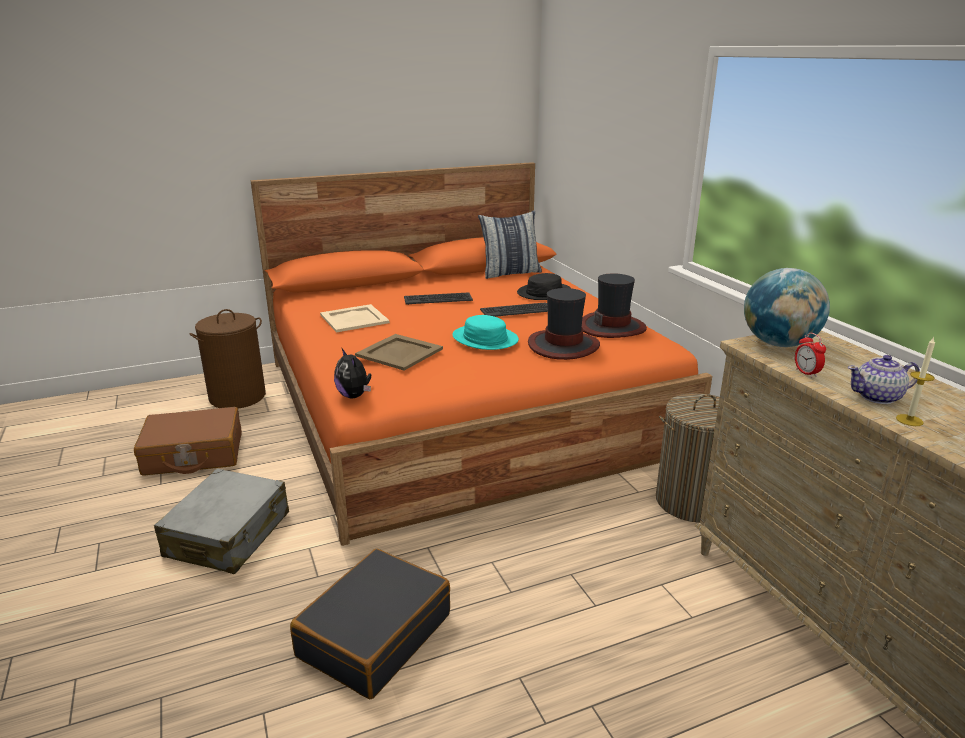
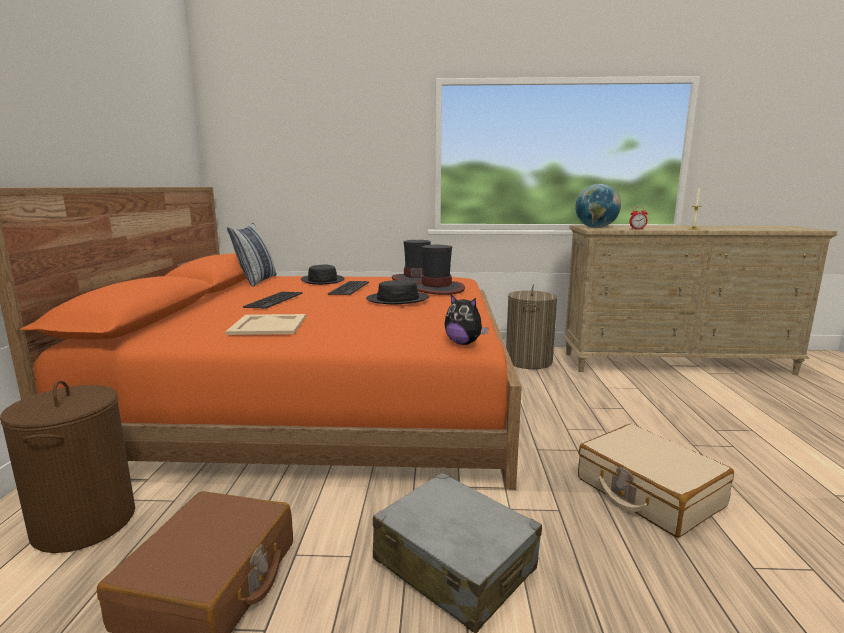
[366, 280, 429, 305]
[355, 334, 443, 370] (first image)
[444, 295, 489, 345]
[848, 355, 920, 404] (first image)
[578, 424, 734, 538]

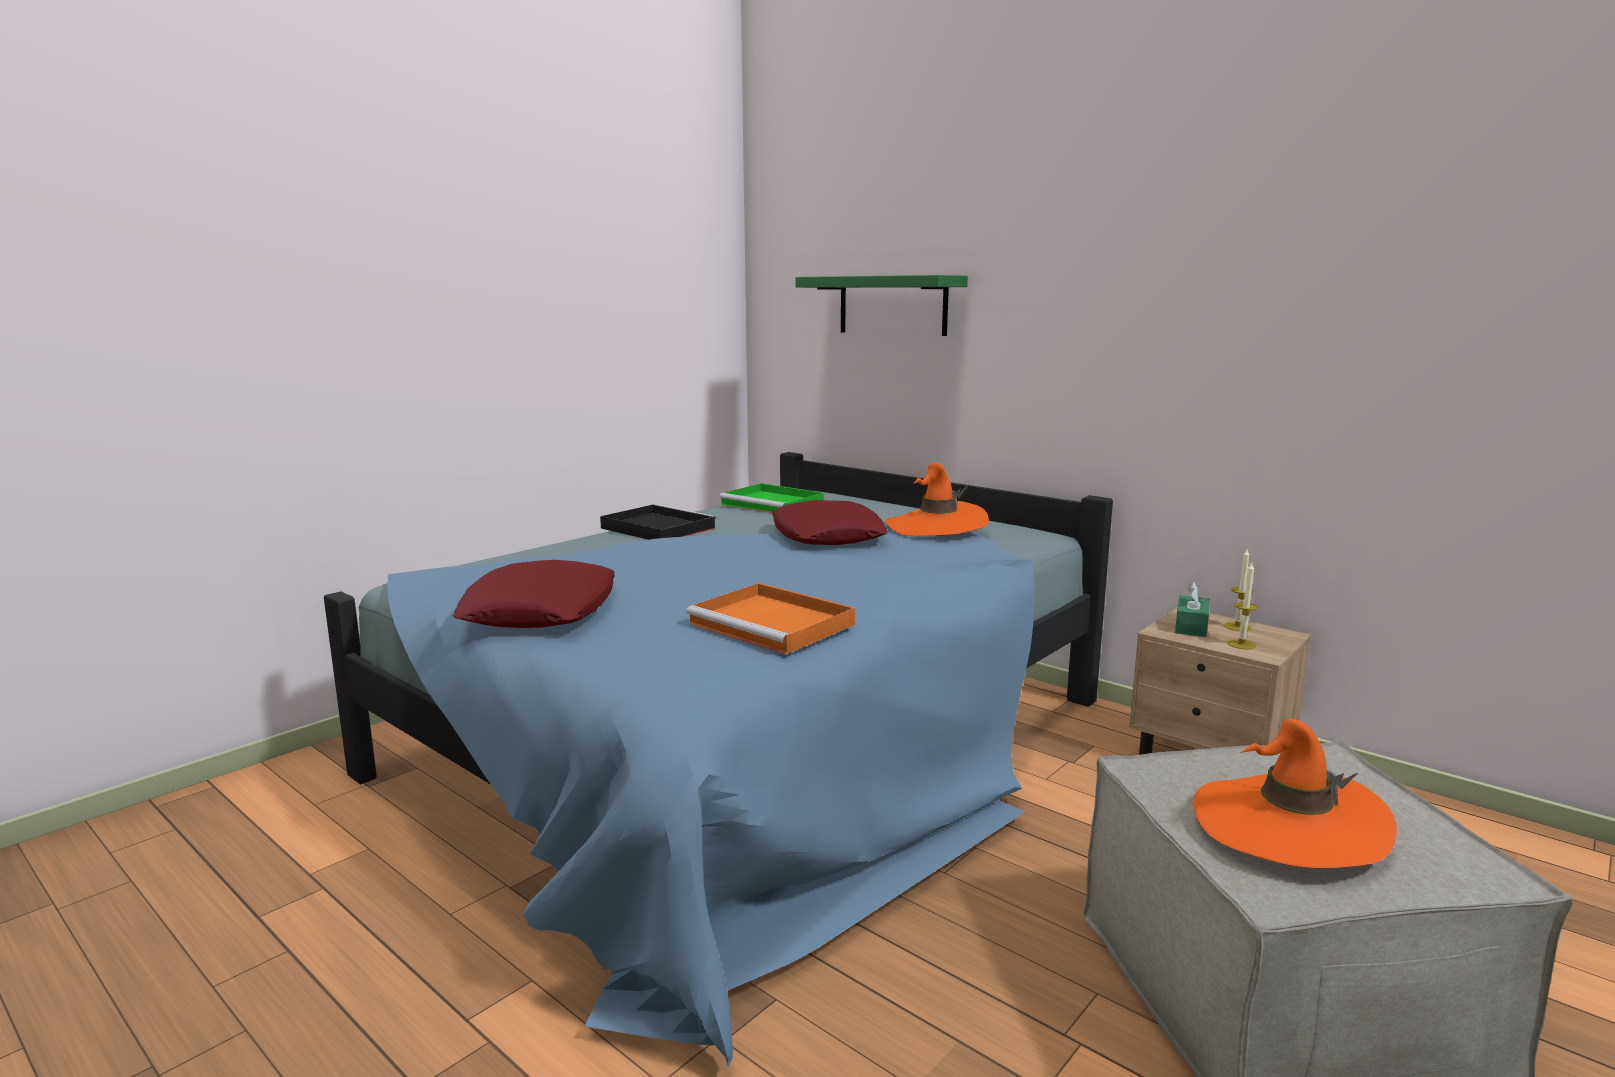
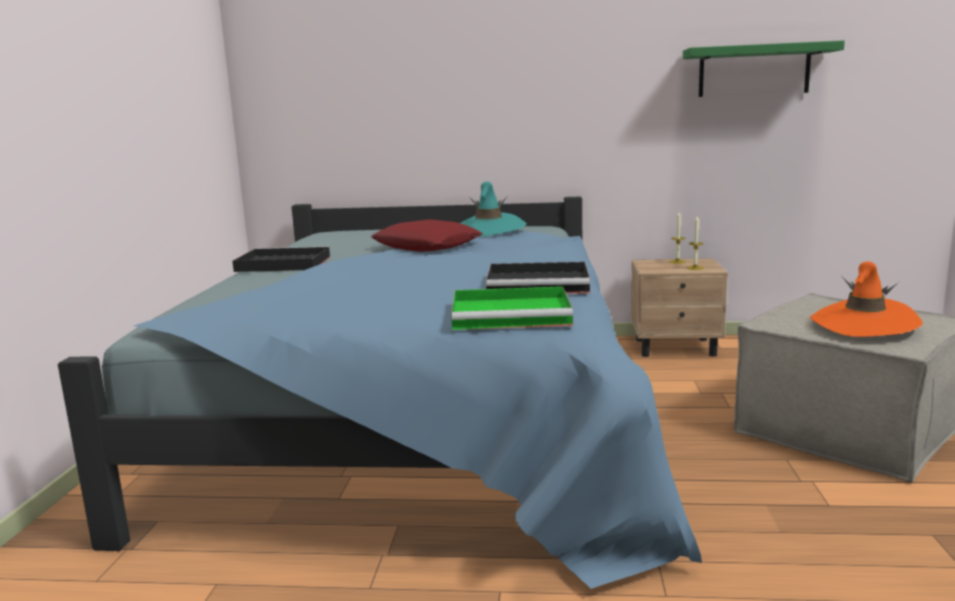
[683, 40, 845, 97]
[461, 181, 527, 236]
[451, 286, 573, 330]
[453, 560, 615, 628] (first image)
[1175, 582, 1210, 637] (first image)
[486, 262, 590, 294]

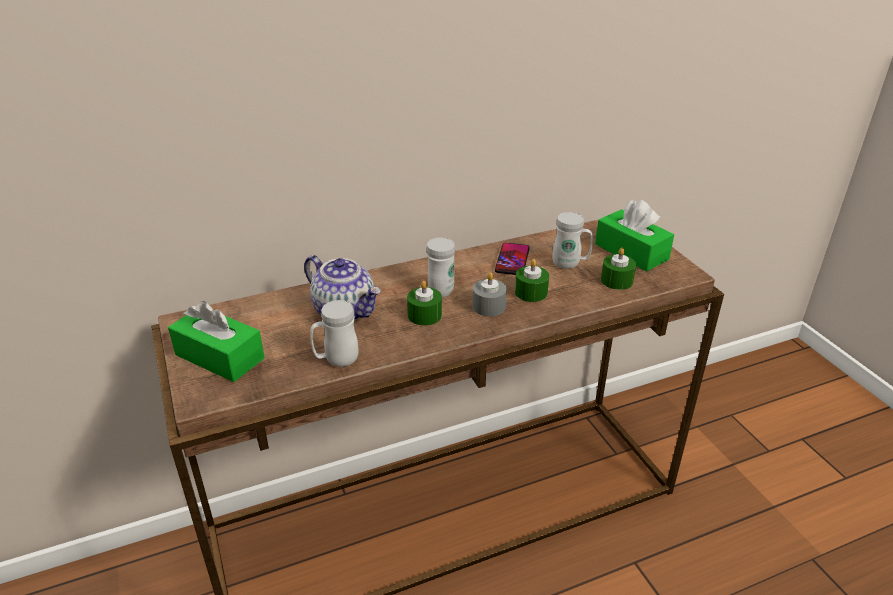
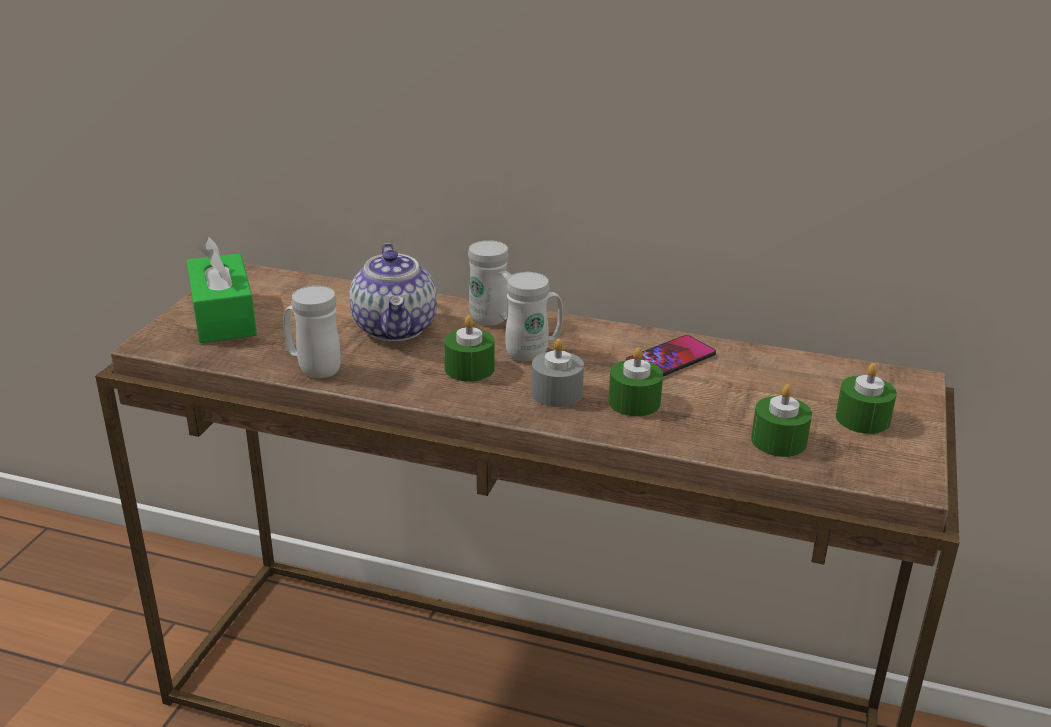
[836, 363, 897, 434]
[468, 240, 511, 326]

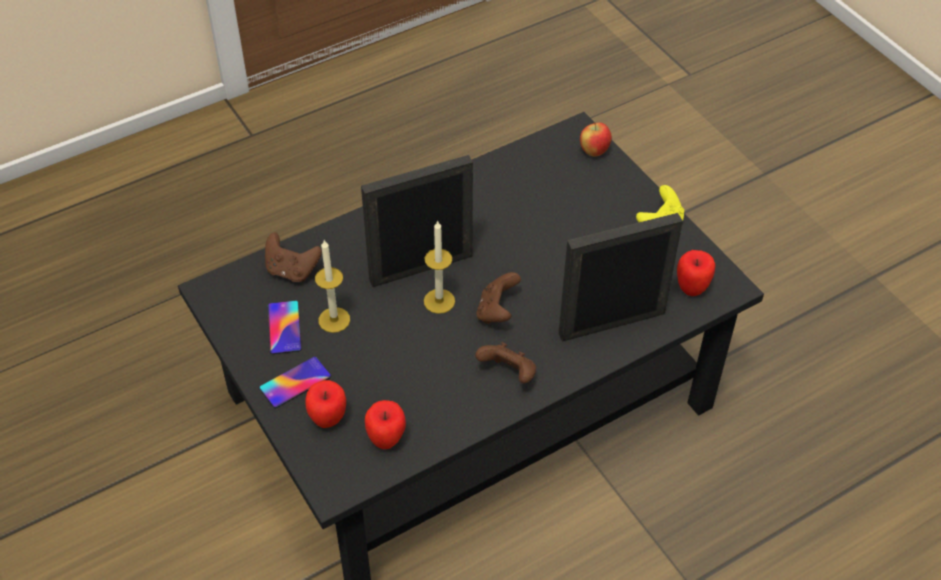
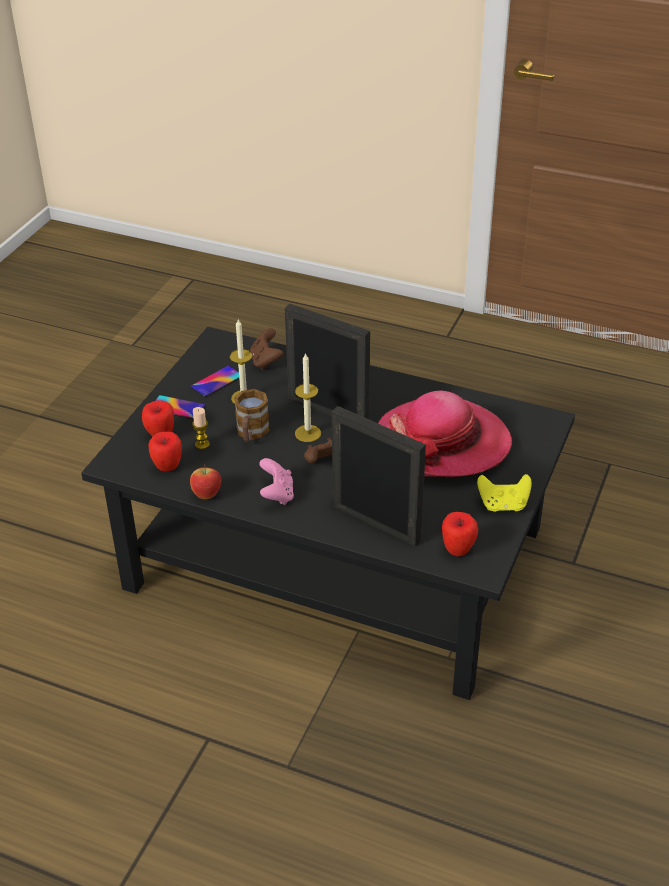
[190, 465, 221, 499]
[259, 458, 294, 505]
[234, 389, 270, 442]
[378, 391, 512, 477]
[192, 407, 210, 450]

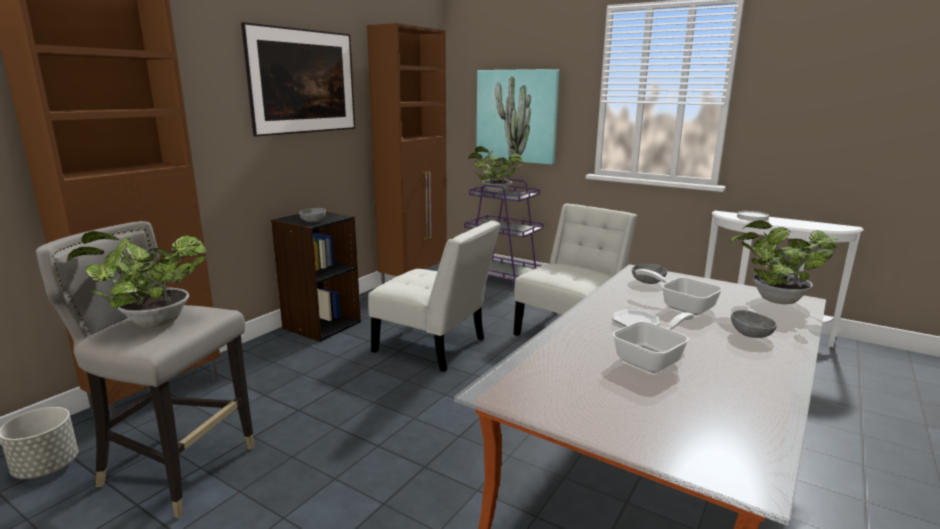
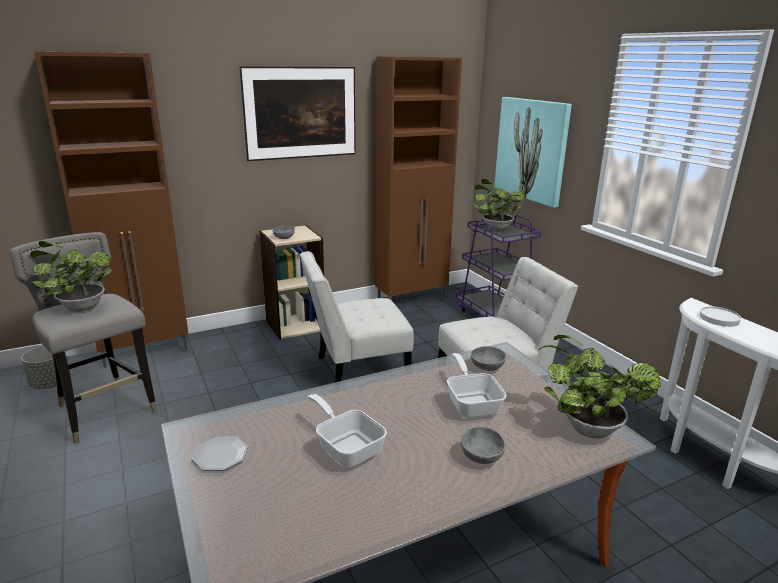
[259, 225, 324, 340]
[300, 251, 414, 383]
[192, 436, 248, 471]
[308, 394, 387, 468]

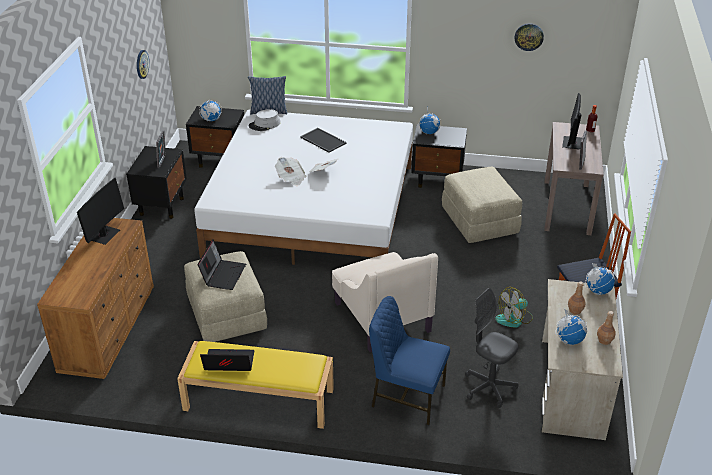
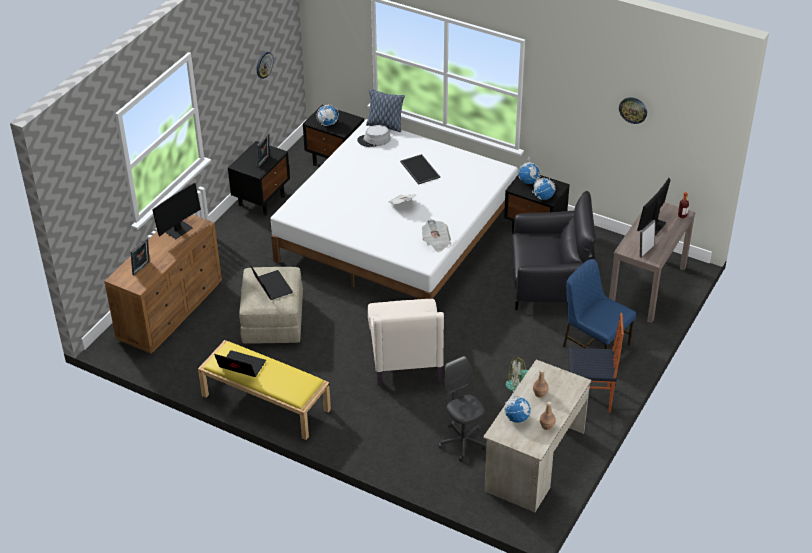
[422, 219, 451, 252]
[512, 191, 596, 310]
[249, 263, 293, 300]
[532, 174, 556, 200]
[563, 259, 636, 349]
[130, 238, 150, 275]

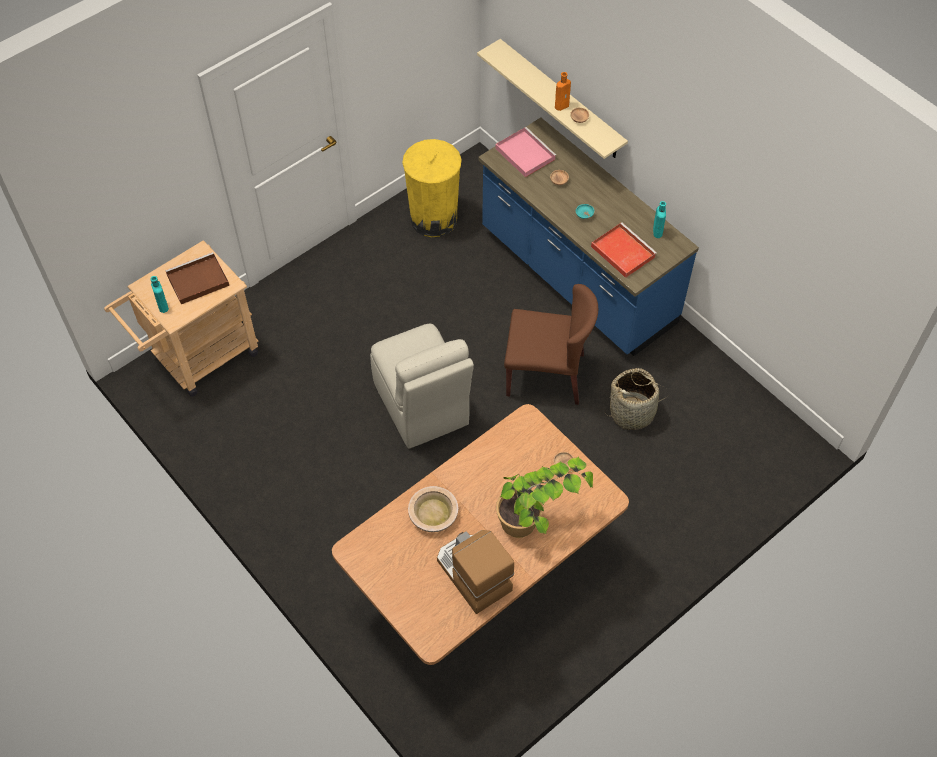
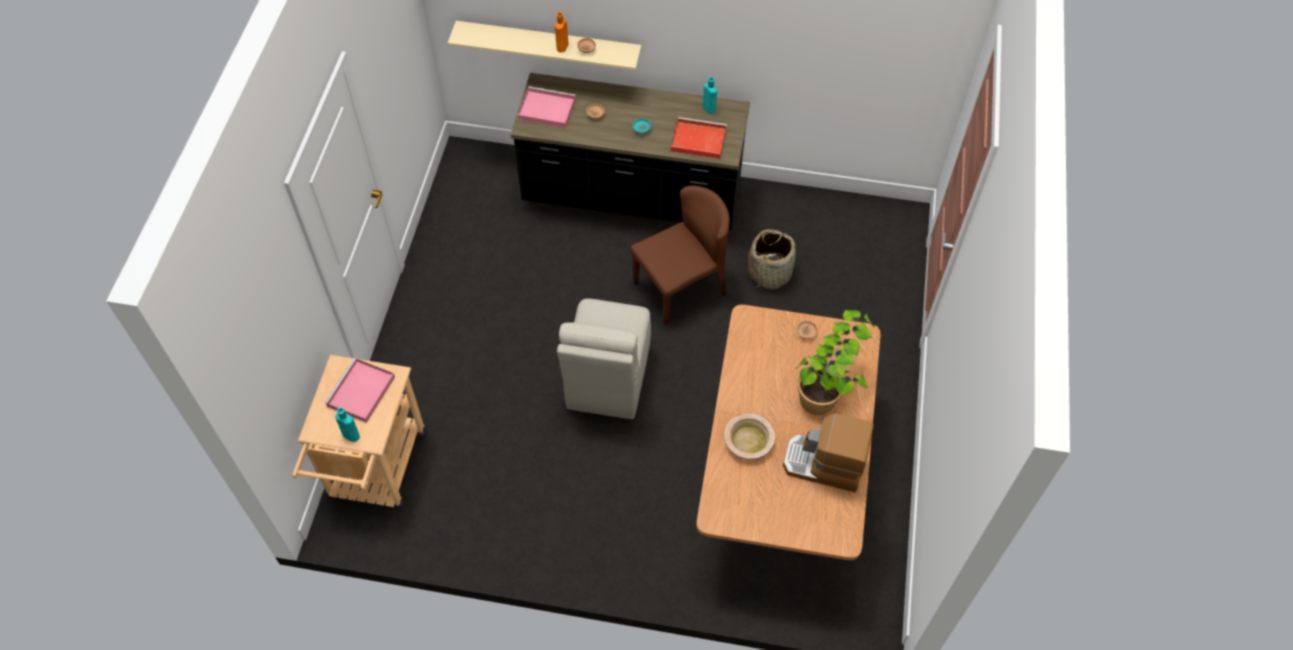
[510, 73, 750, 230]
[402, 139, 462, 237] (first image)
[324, 358, 395, 423]
[557, 298, 651, 419]

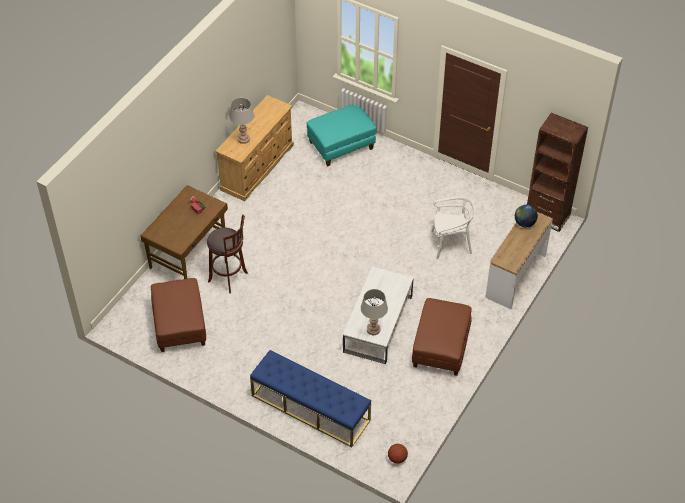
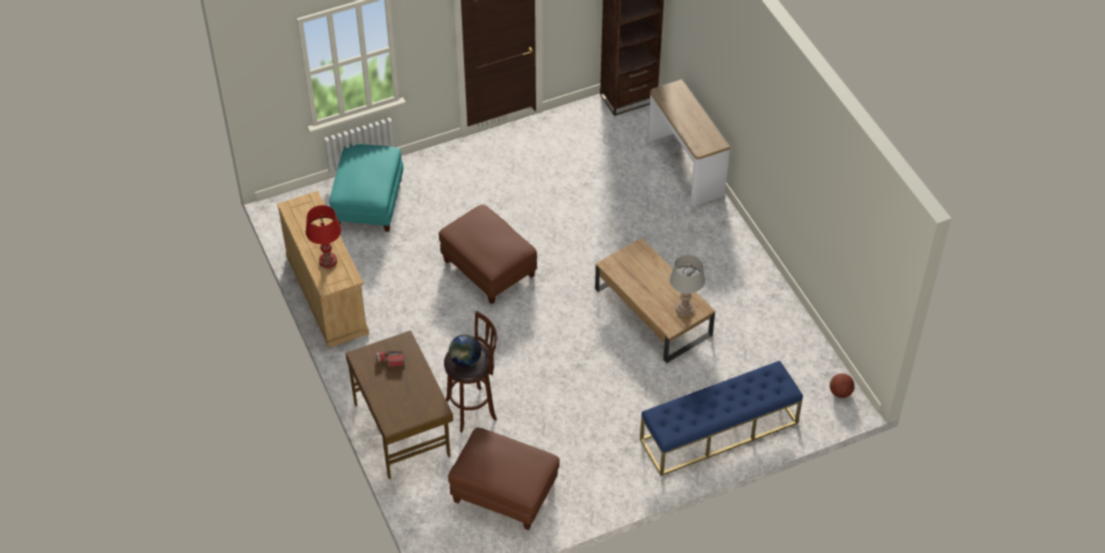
[306, 205, 341, 268]
[431, 197, 475, 259] (first image)
[449, 334, 481, 367]
[595, 238, 715, 363]
[439, 205, 537, 304]

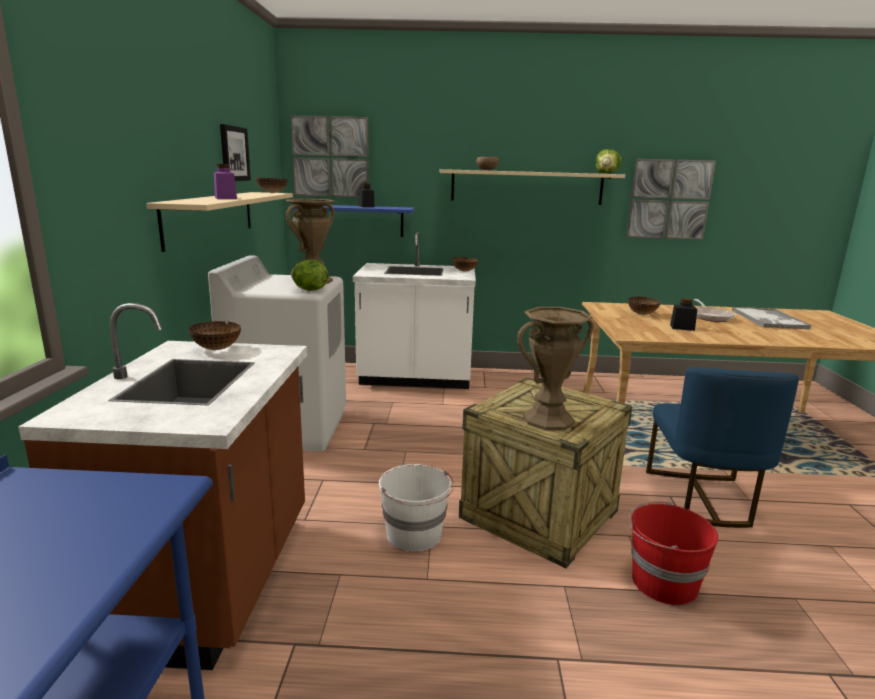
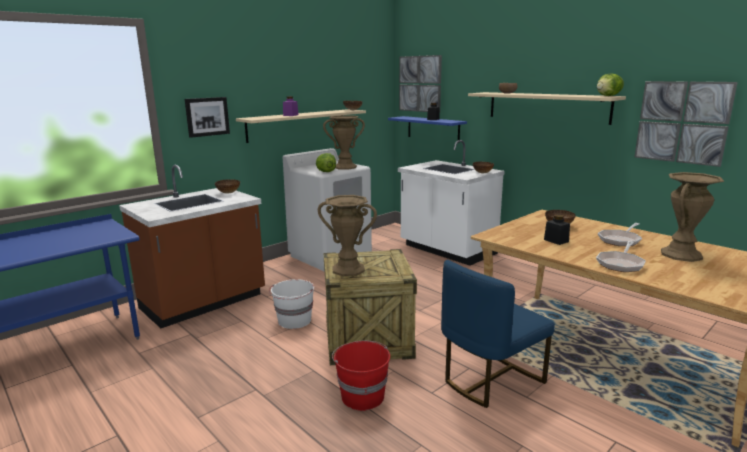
[185, 97, 230, 138]
[661, 172, 724, 262]
[596, 241, 646, 272]

